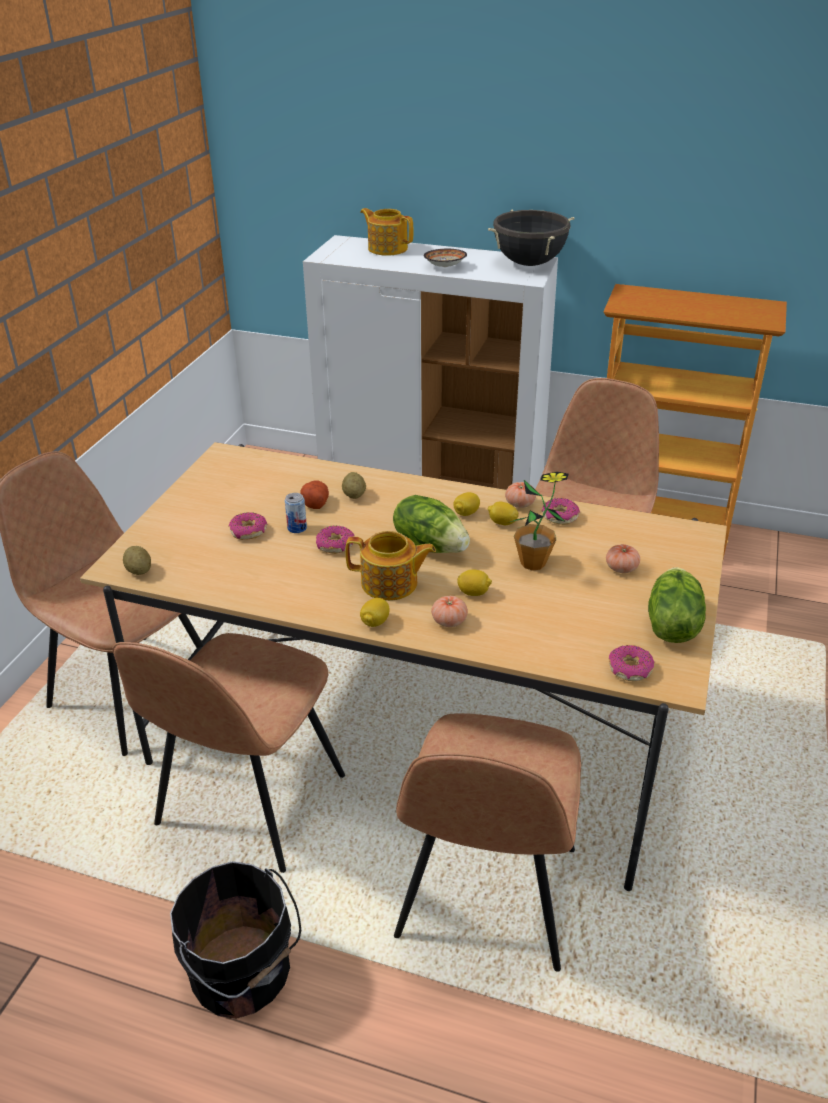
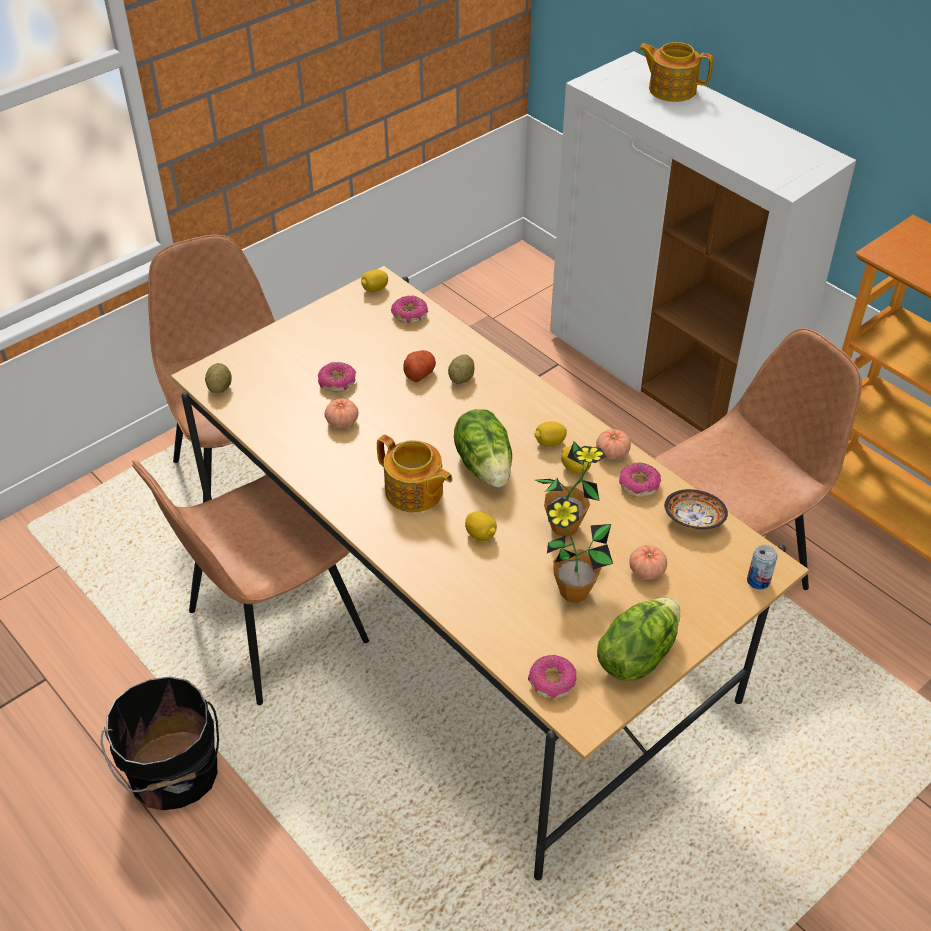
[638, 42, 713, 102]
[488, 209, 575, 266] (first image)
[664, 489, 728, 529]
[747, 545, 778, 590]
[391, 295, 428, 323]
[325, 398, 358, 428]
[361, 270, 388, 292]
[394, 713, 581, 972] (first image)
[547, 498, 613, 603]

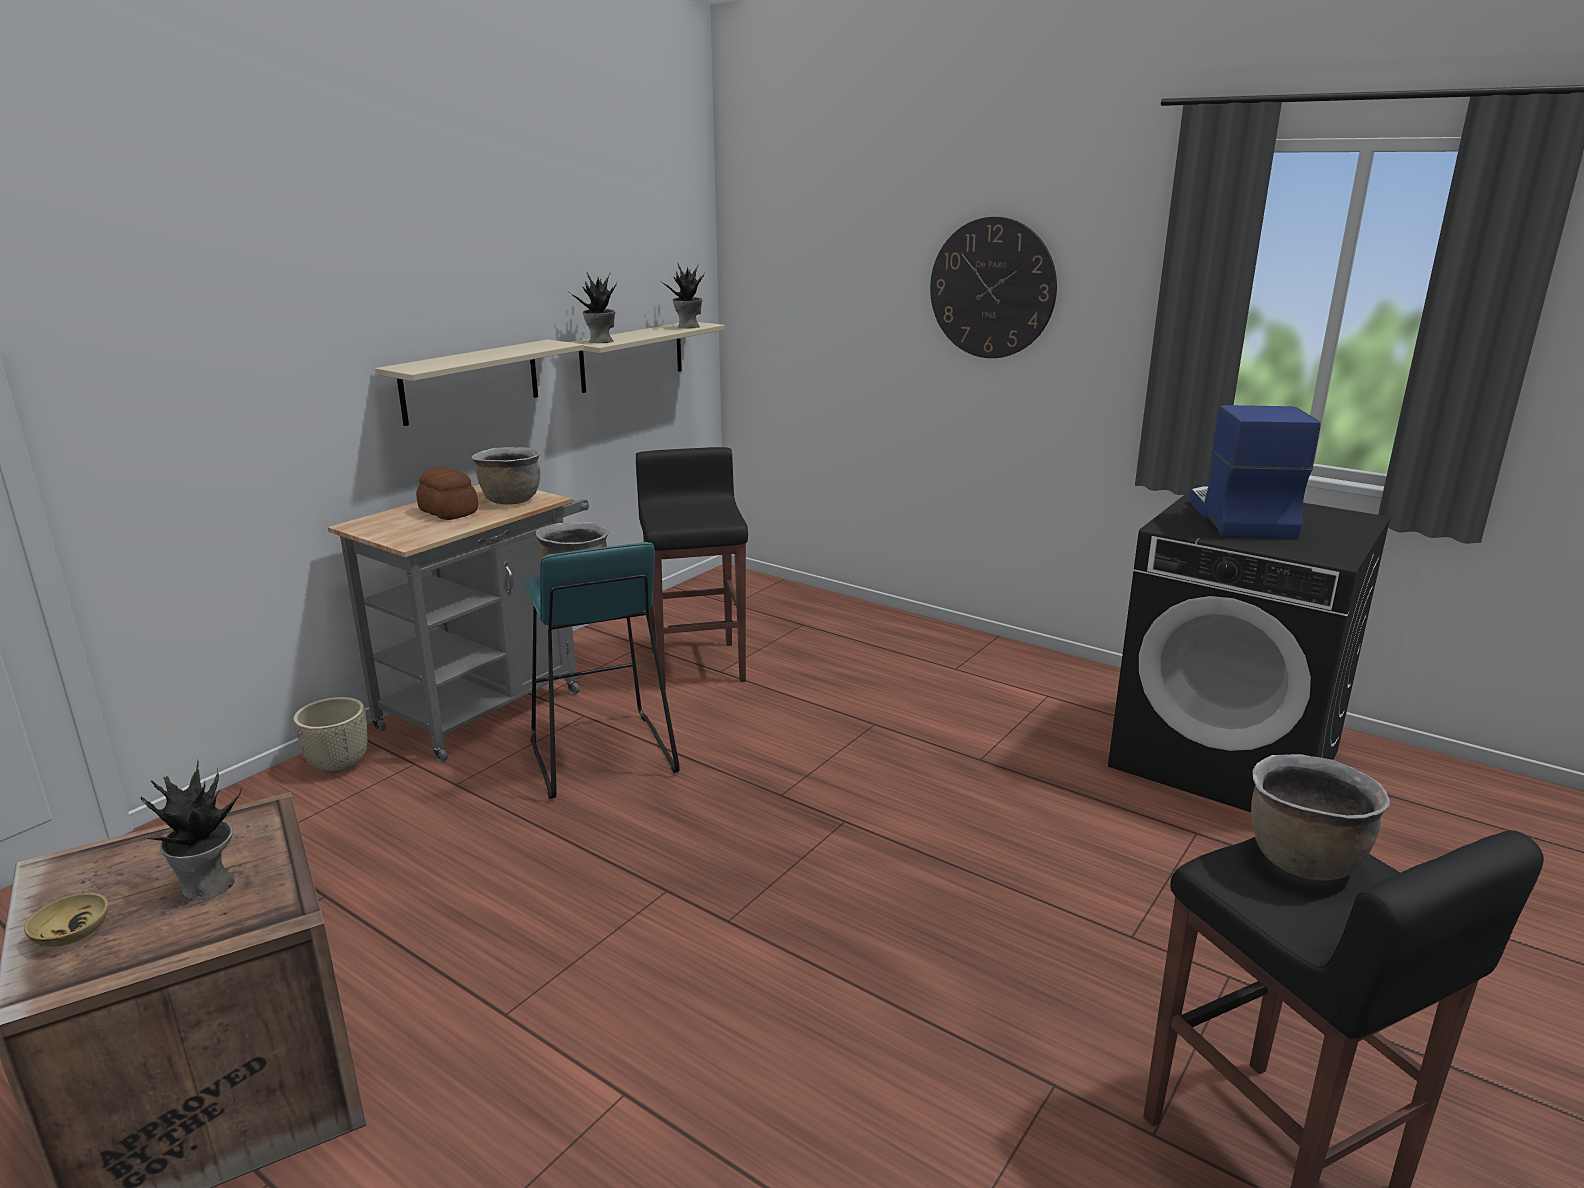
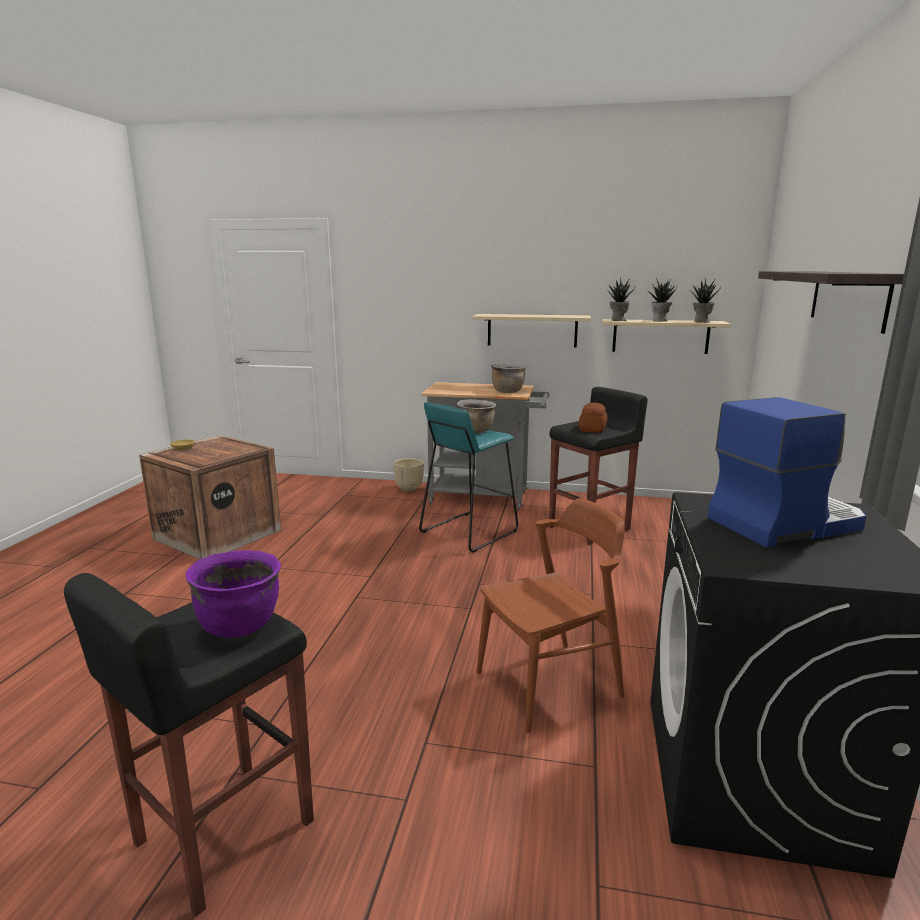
[758, 271, 904, 334]
[579, 403, 608, 433]
[186, 550, 281, 638]
[647, 278, 677, 322]
[477, 498, 625, 733]

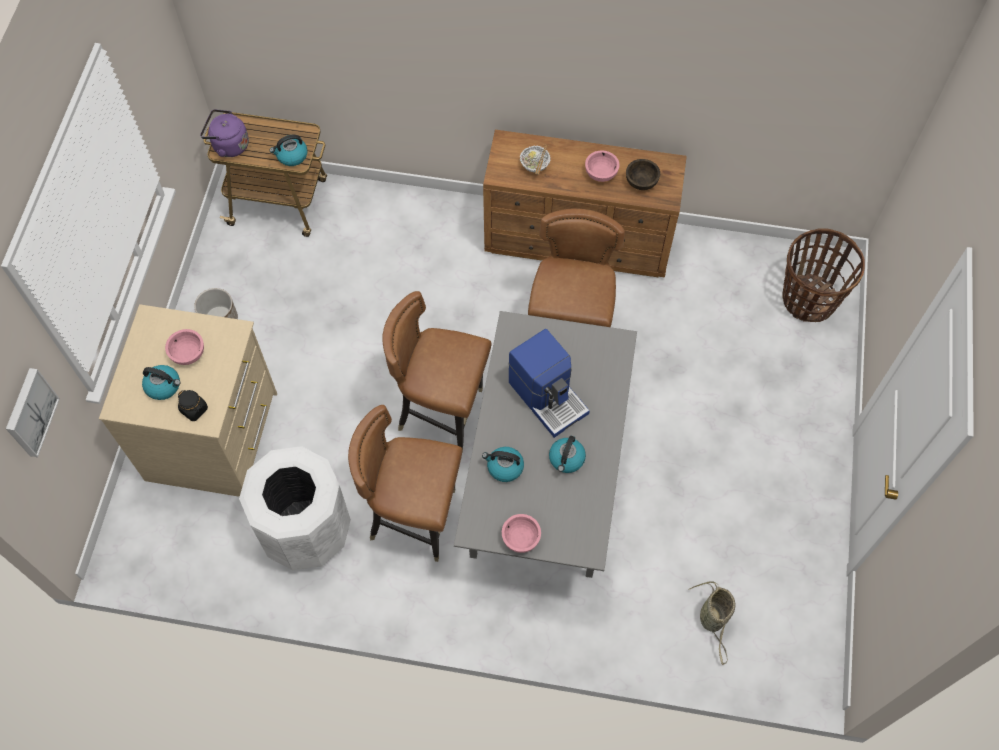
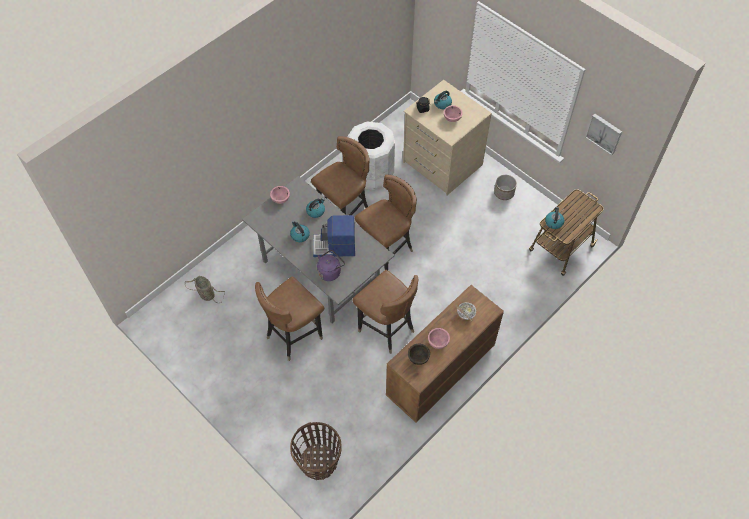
[317, 250, 345, 281]
[585, 114, 622, 155]
[255, 276, 324, 361]

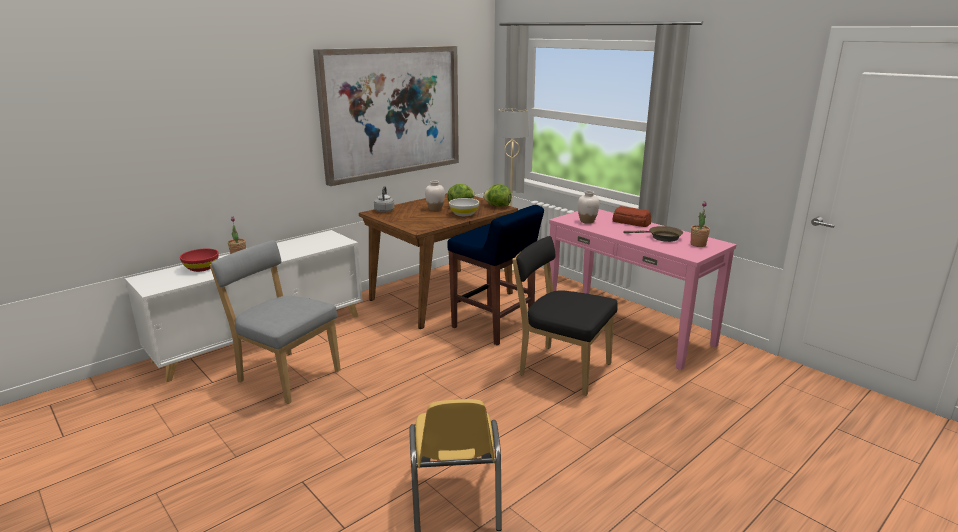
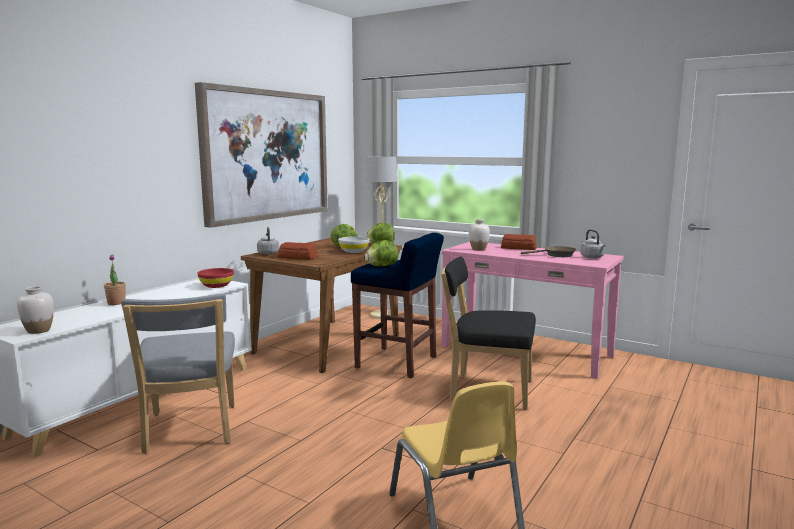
[17, 286, 54, 334]
[580, 229, 605, 259]
[121, 293, 235, 454]
[197, 268, 234, 288]
[365, 240, 398, 266]
[278, 242, 318, 260]

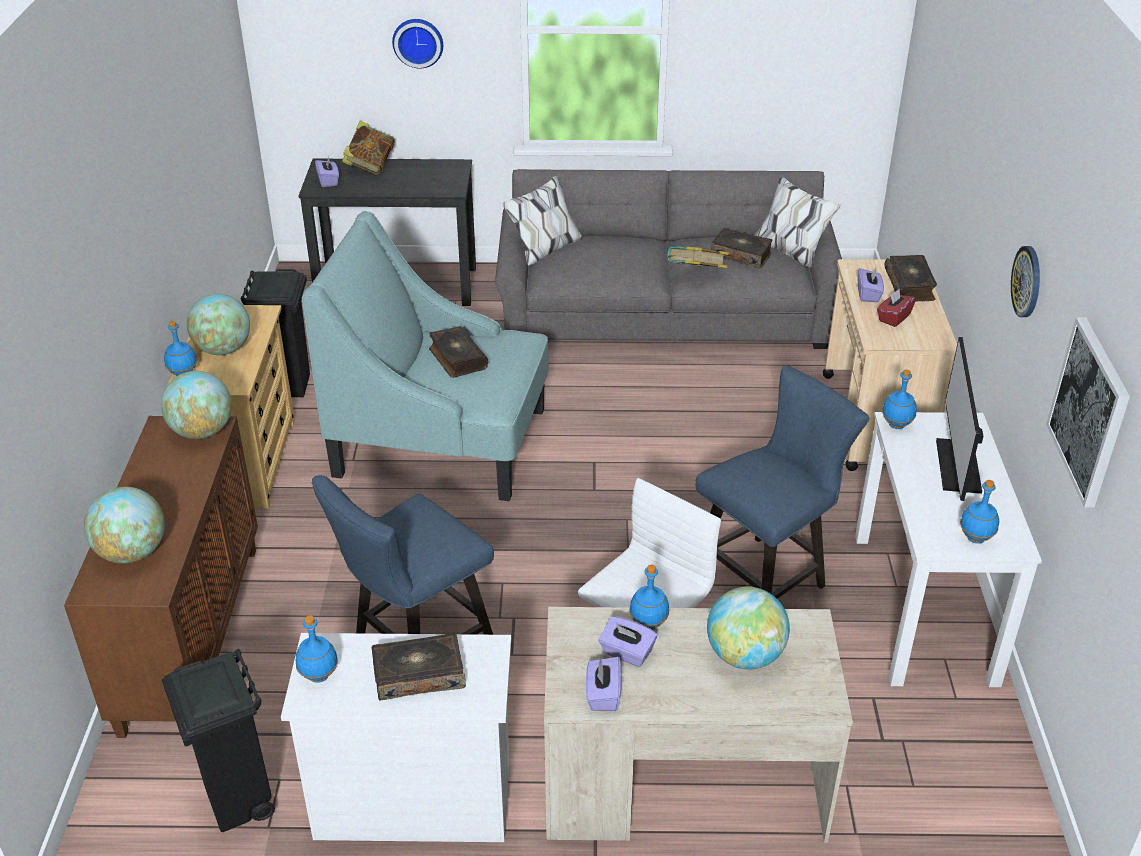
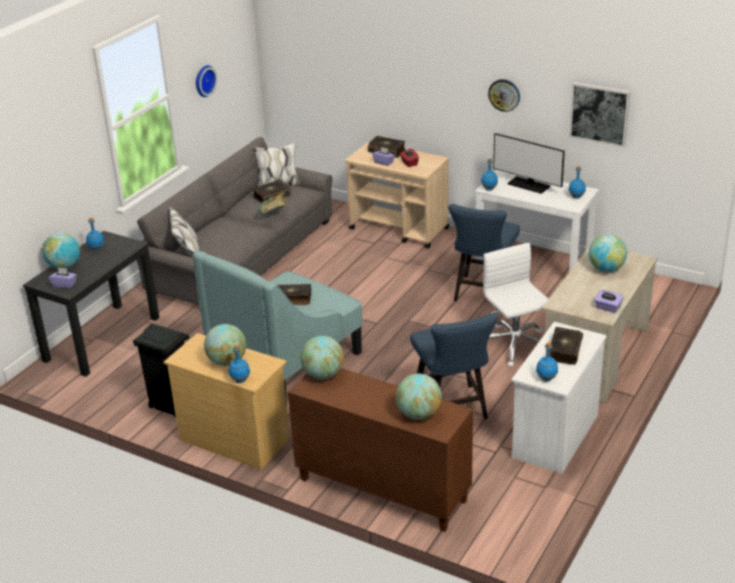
[196, 65, 217, 97]
[42, 232, 80, 269]
[448, 204, 520, 301]
[86, 218, 105, 251]
[599, 616, 657, 667] (first image)
[162, 649, 275, 832] (first image)

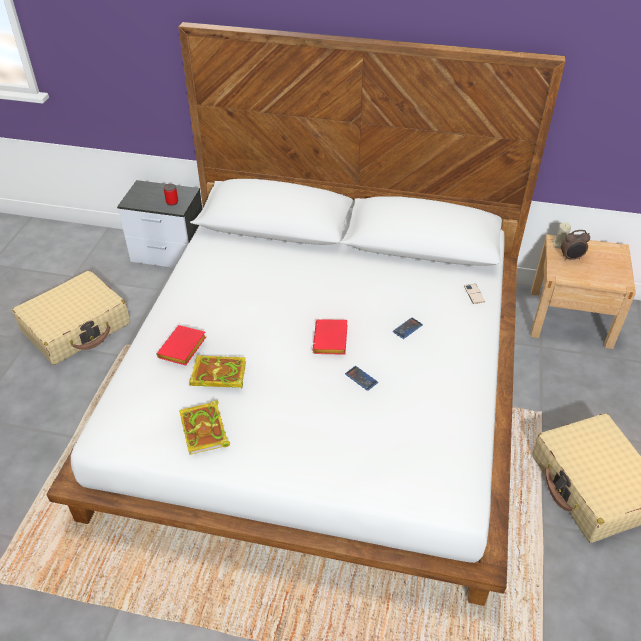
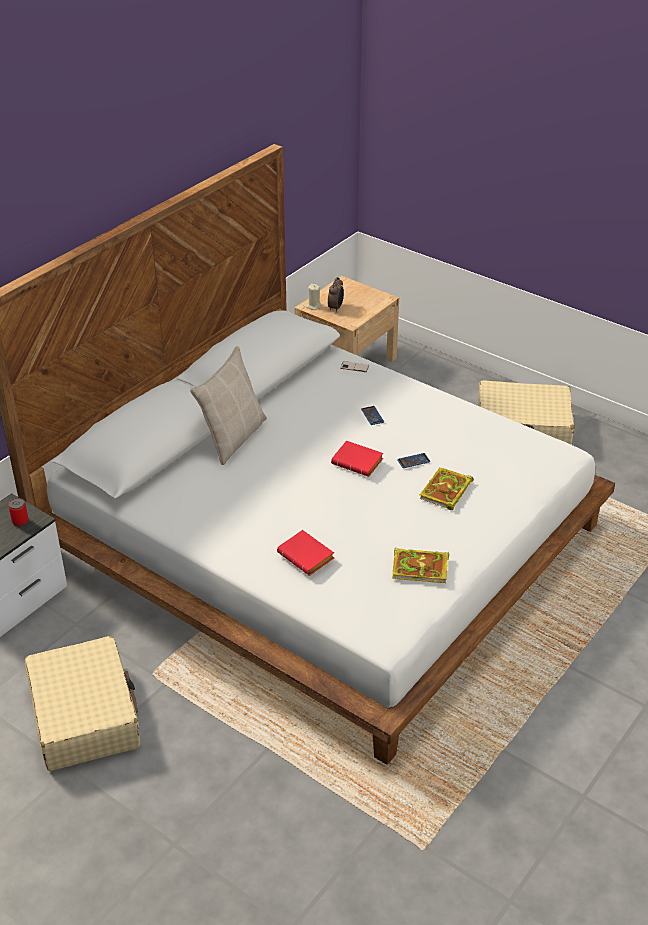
[419, 467, 474, 510]
[190, 346, 267, 465]

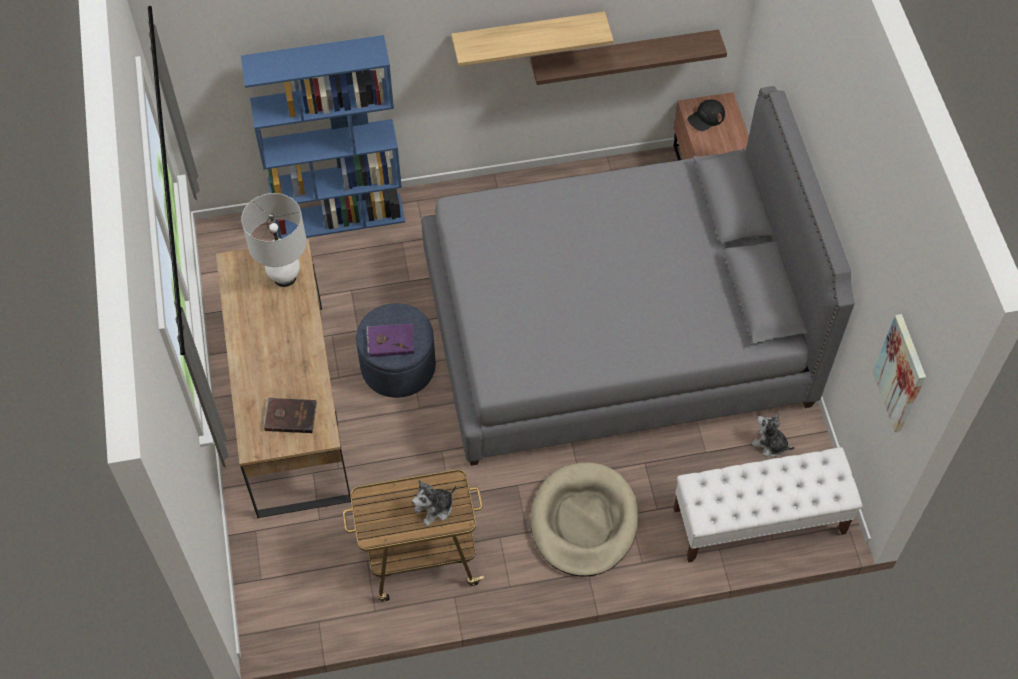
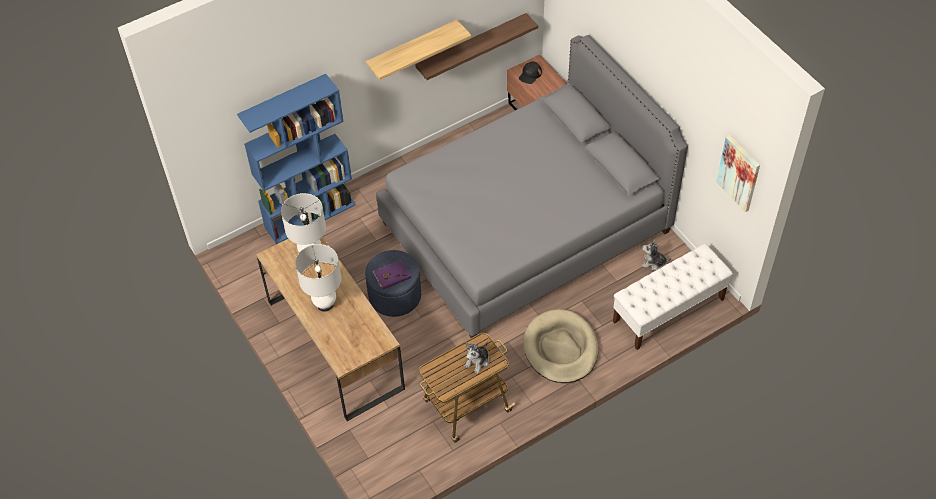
[263, 397, 317, 433] (first image)
[295, 244, 341, 312]

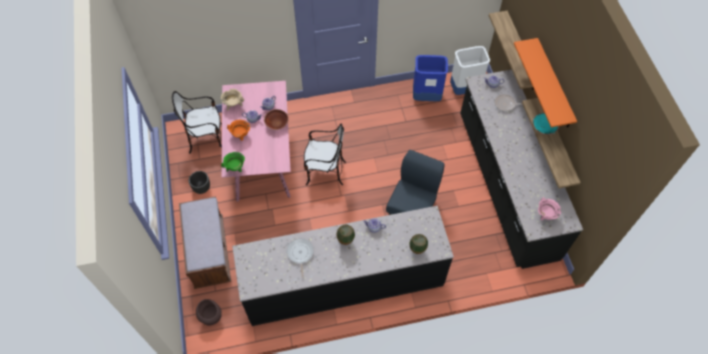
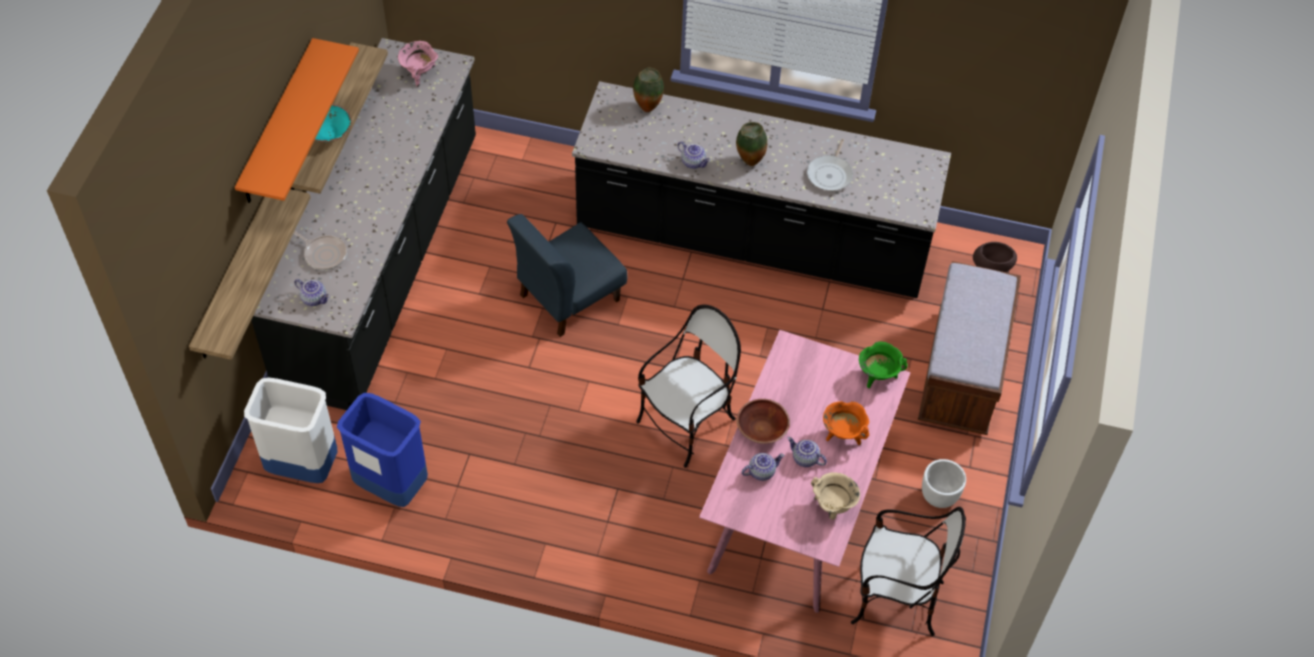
[636, 304, 741, 468]
[922, 459, 966, 508]

